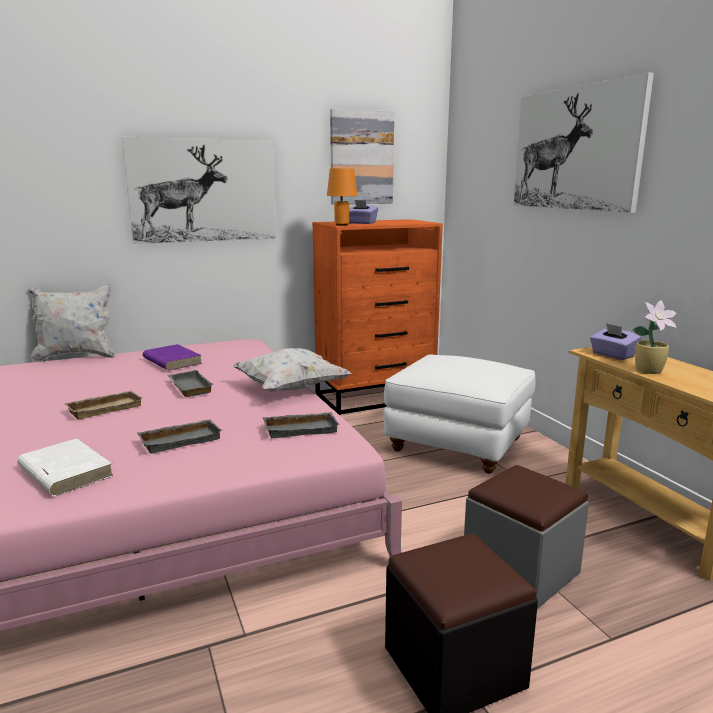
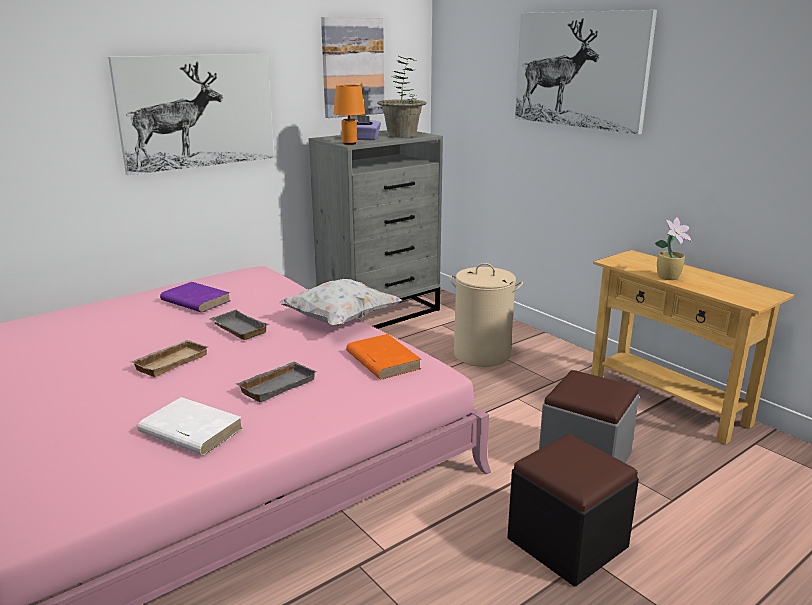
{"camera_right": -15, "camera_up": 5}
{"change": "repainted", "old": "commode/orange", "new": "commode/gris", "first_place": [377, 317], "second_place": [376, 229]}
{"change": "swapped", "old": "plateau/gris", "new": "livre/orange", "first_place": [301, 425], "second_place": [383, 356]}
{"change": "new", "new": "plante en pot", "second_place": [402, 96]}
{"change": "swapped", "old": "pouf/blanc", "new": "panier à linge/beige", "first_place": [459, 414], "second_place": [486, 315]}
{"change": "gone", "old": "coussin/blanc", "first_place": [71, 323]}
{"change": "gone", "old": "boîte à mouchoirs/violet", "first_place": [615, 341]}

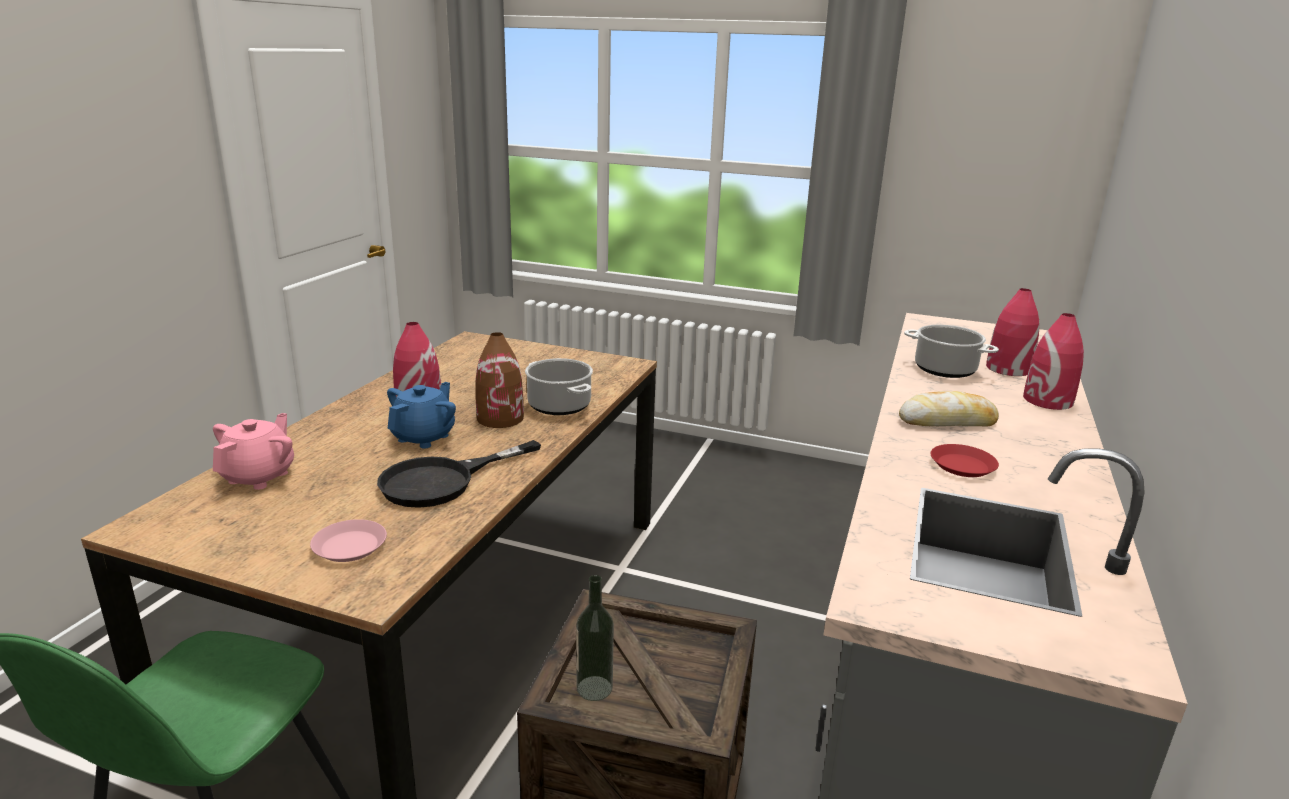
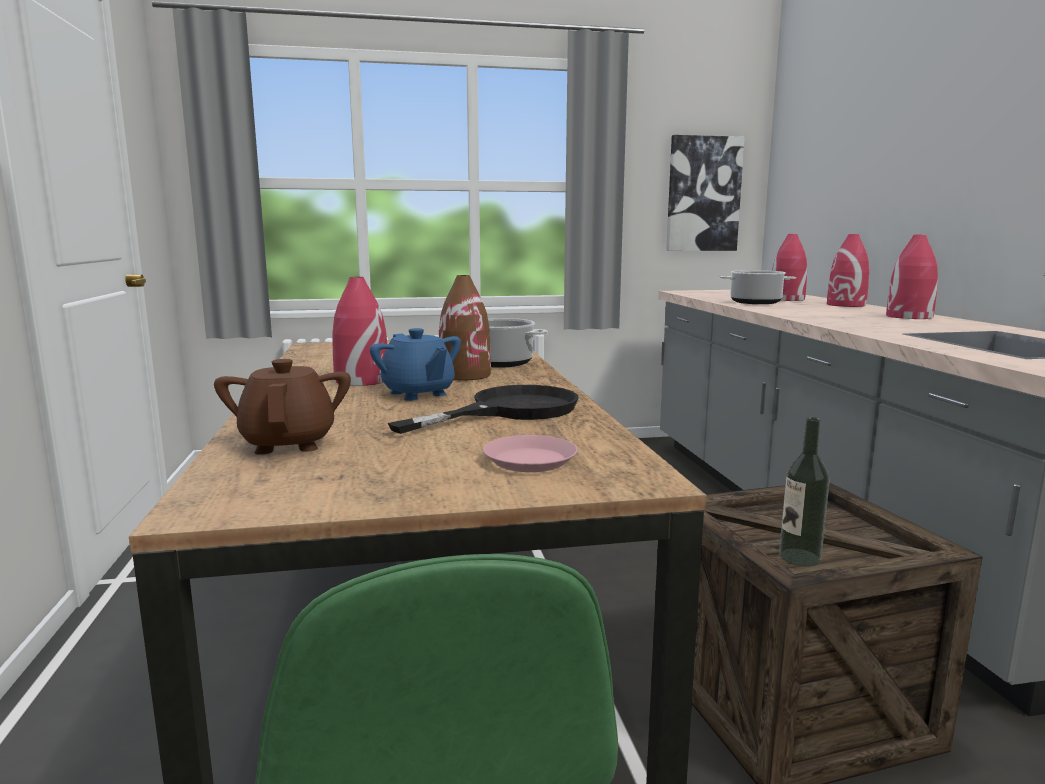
{"camera_right": -30, "camera_up": -10}
{"change": "repainted", "old": "théière/rose", "new": "théière/marron", "first_place": [253, 451], "second_place": [282, 407]}
{"change": "rotated", "old": "théière/bleu", "first_place": [421, 415], "second_place": [415, 364], "degrees": 150}
{"change": "rotated", "old": "poêle/noir", "first_place": [459, 474], "second_place": [483, 409], "degrees": -150}
{"change": "new", "new": "tableau", "second_place": [705, 193]}
{"change": "new", "new": "vase/rouge", "second_place": [912, 276]}
{"change": "gone", "old": "pain", "first_place": [949, 409]}
{"change": "gone", "old": "assiette/rouge", "first_place": [964, 460]}

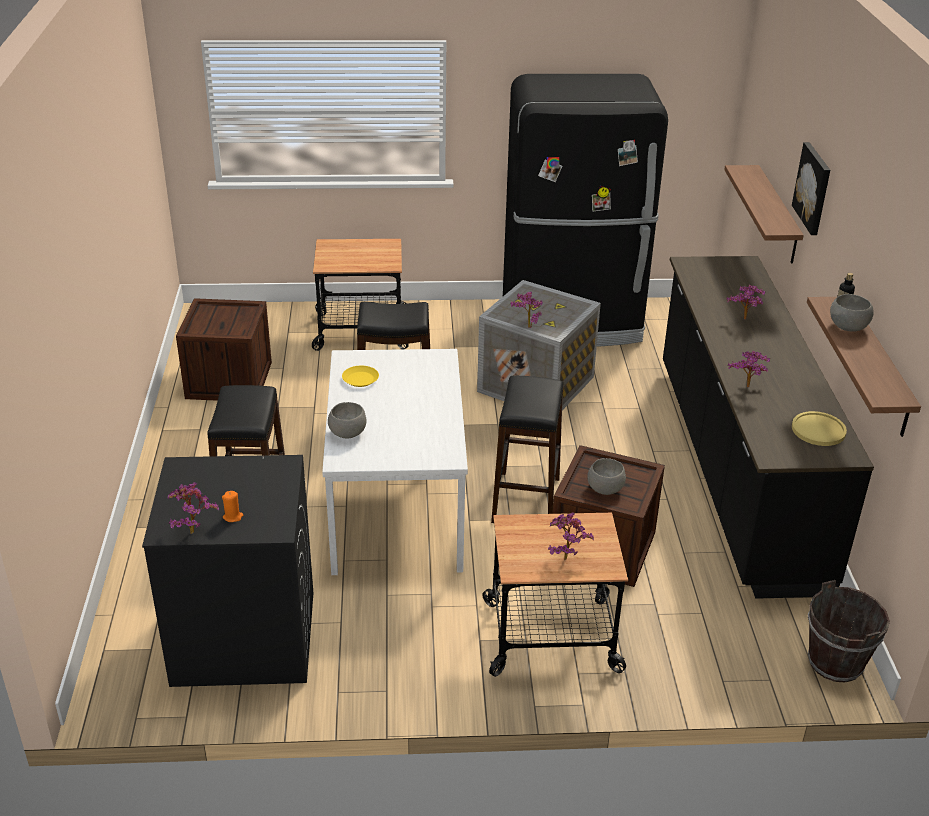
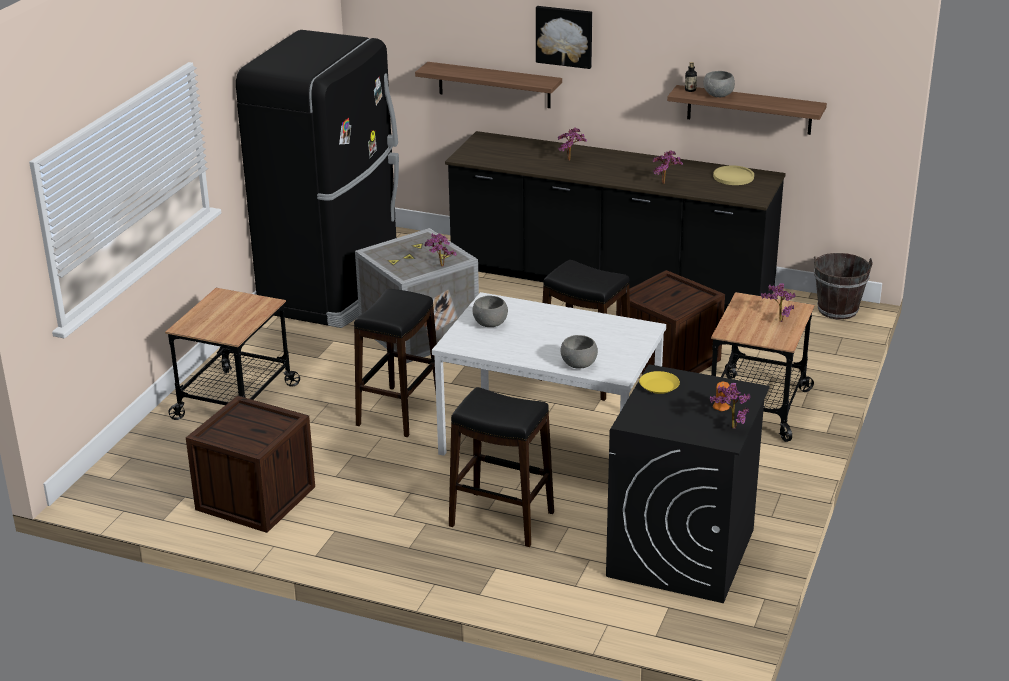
{"camera_right": -65, "camera_up": -5}
{"change": "shifted", "old": "bol/gris", "first_place": [606, 476], "second_place": [490, 311]}
{"change": "shifted", "old": "assiette/jaune", "first_place": [360, 376], "second_place": [659, 382]}

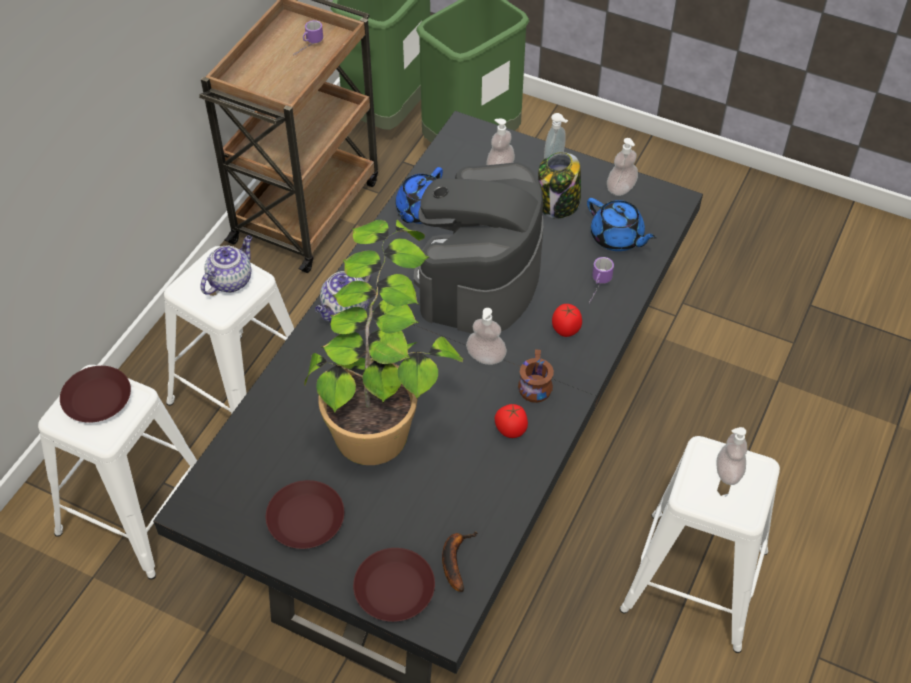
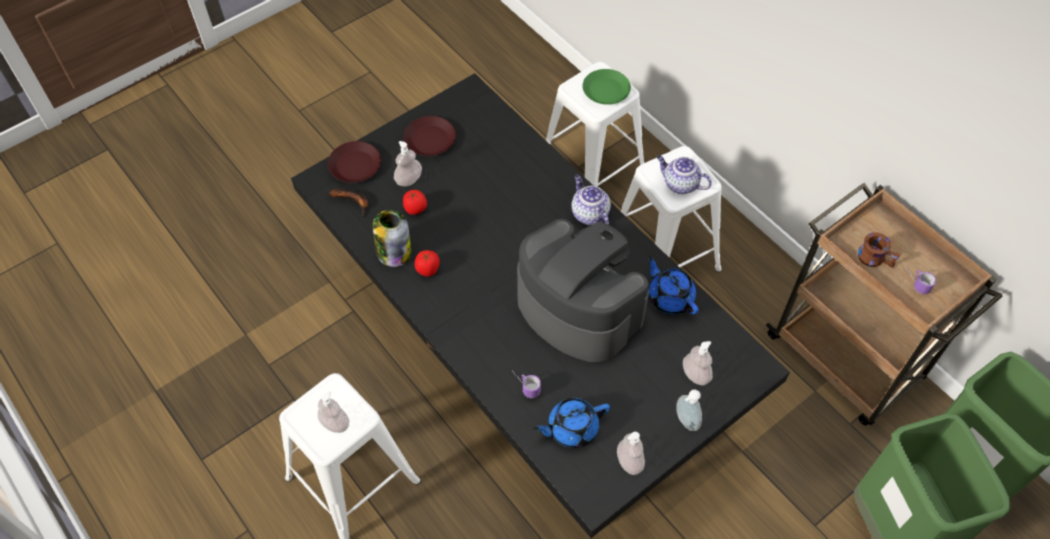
{"camera_right": 115, "camera_up": 5}
{"change": "shifted", "old": "bocal", "first_place": [559, 185], "second_place": [392, 238]}
{"change": "shifted", "old": "distributeur de savon", "first_place": [486, 336], "second_place": [408, 163]}
{"change": "shifted", "old": "tomate", "first_place": [567, 320], "second_place": [415, 202]}
{"change": "repainted", "old": "assiette/marron", "new": "assiette/vert", "first_place": [95, 394], "second_place": [606, 87]}
{"change": "rotated", "old": "théière", "first_place": [226, 265], "second_place": [684, 174], "degrees": 150}
{"change": "shifted", "old": "mug/marron", "first_place": [536, 376], "second_place": [879, 250]}
{"change": "gone", "old": "plante en pot", "first_place": [384, 342]}

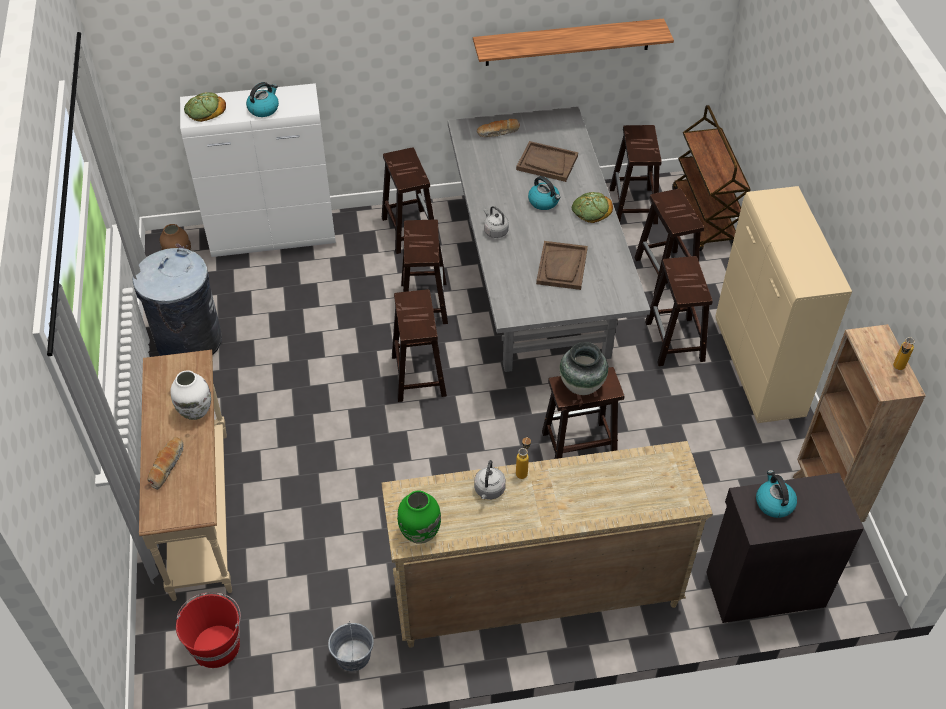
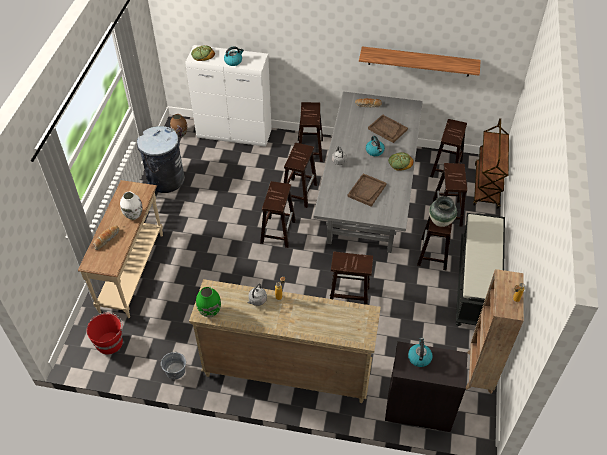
{"camera_right": 20, "camera_up": 0}
{"change": "shifted", "old": "vase", "first_place": [583, 368], "second_place": [443, 211]}
{"change": "swapped", "old": "meuble de rangement/beige", "new": "banc/noir", "first_place": [784, 304], "second_place": [480, 269]}

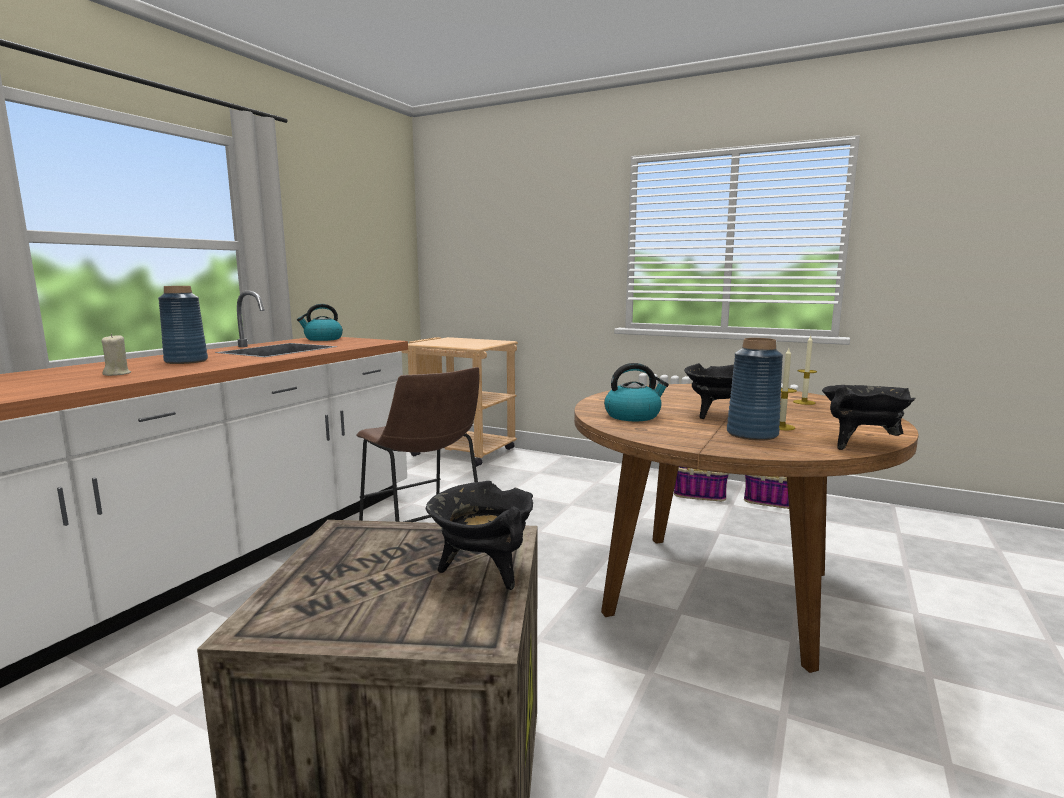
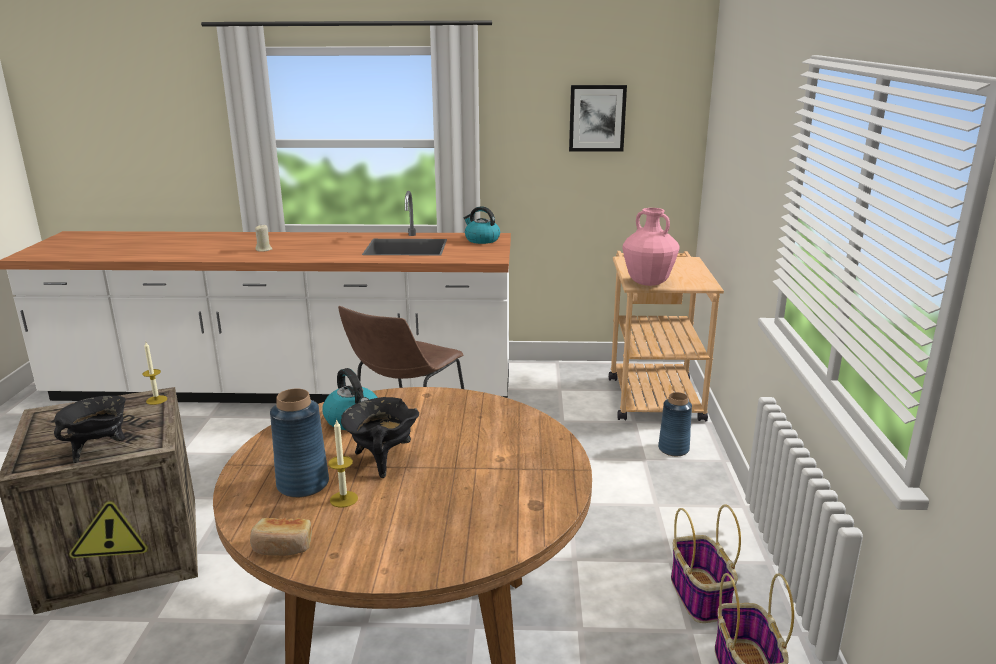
{"camera_right": 65, "camera_up": 10}
{"change": "shifted", "old": "bougie", "first_place": [805, 370], "second_place": [154, 373]}
{"change": "swapped", "old": "marmite/noir", "new": "pain", "first_place": [869, 417], "second_place": [281, 537]}
{"change": "new", "new": "tableau", "second_place": [598, 118]}
{"change": "new", "new": "vase/rose", "second_place": [651, 247]}
{"change": "shifted", "old": "vase/bleu", "first_place": [183, 325], "second_place": [675, 424]}

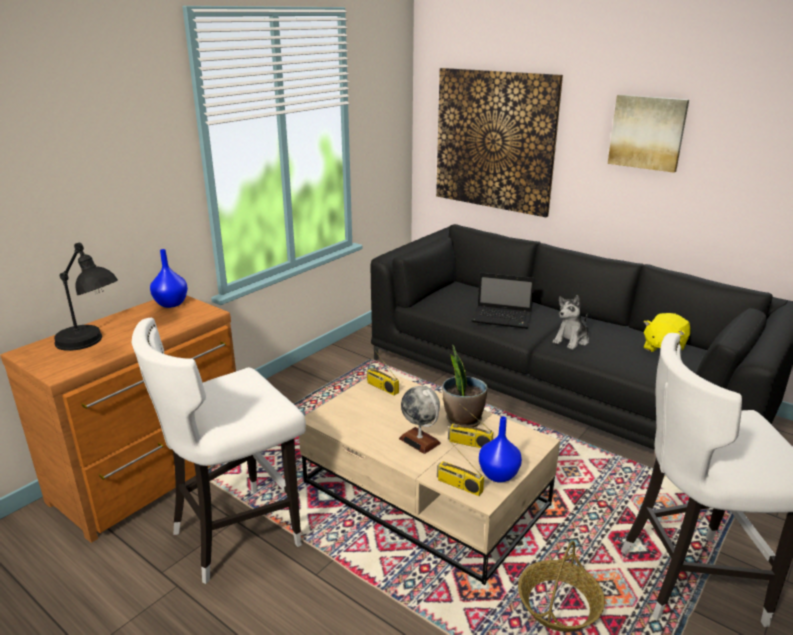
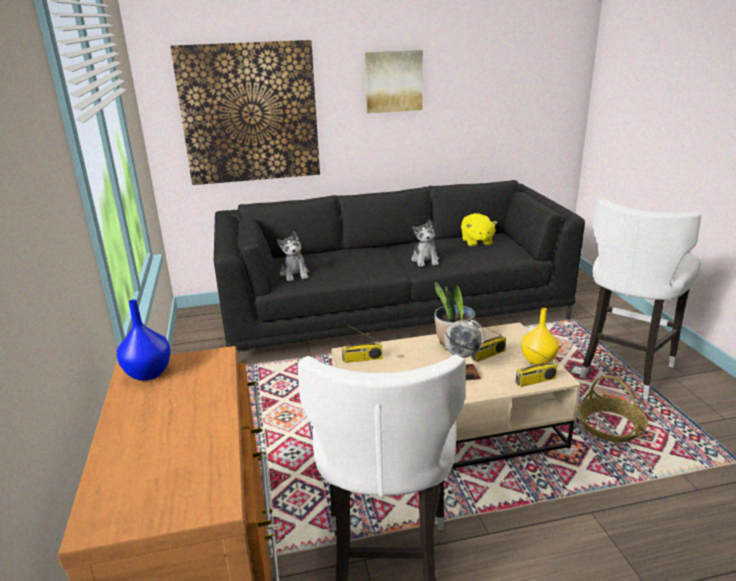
{"camera_right": -50, "camera_up": 0}
{"change": "new", "new": "peluche", "second_place": [293, 256]}
{"change": "repainted", "old": "vase/bleu", "new": "vase/jaune", "first_place": [500, 449], "second_place": [540, 336]}
{"change": "gone", "old": "lampe de table/noir", "first_place": [86, 296]}
{"change": "gone", "old": "ordinateur portable", "first_place": [503, 300]}

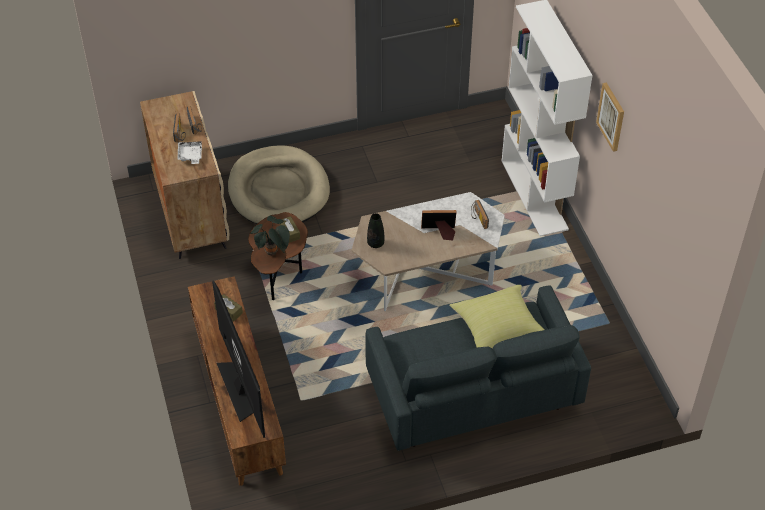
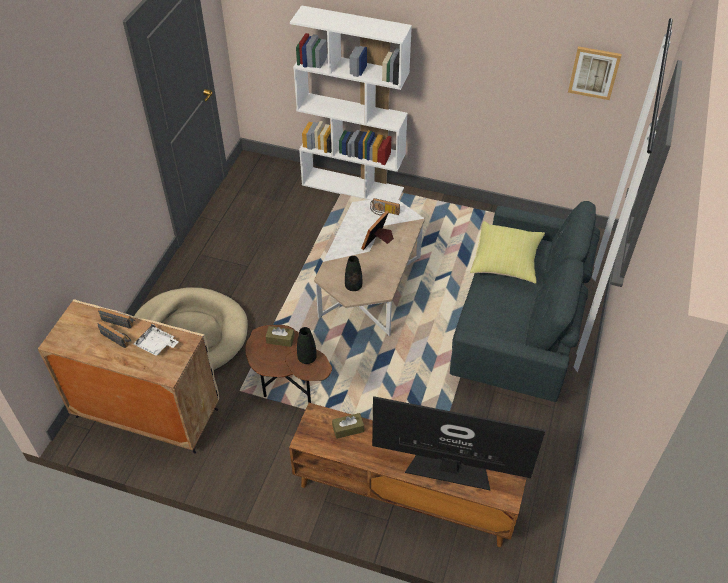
{"camera_right": -55, "camera_up": 0}
{"change": "swapped", "old": "plante en pot", "new": "vase/noir", "first_place": [270, 236], "second_place": [307, 345]}
{"change": "shifted", "old": "tableau", "first_place": [610, 117], "second_place": [595, 73]}

